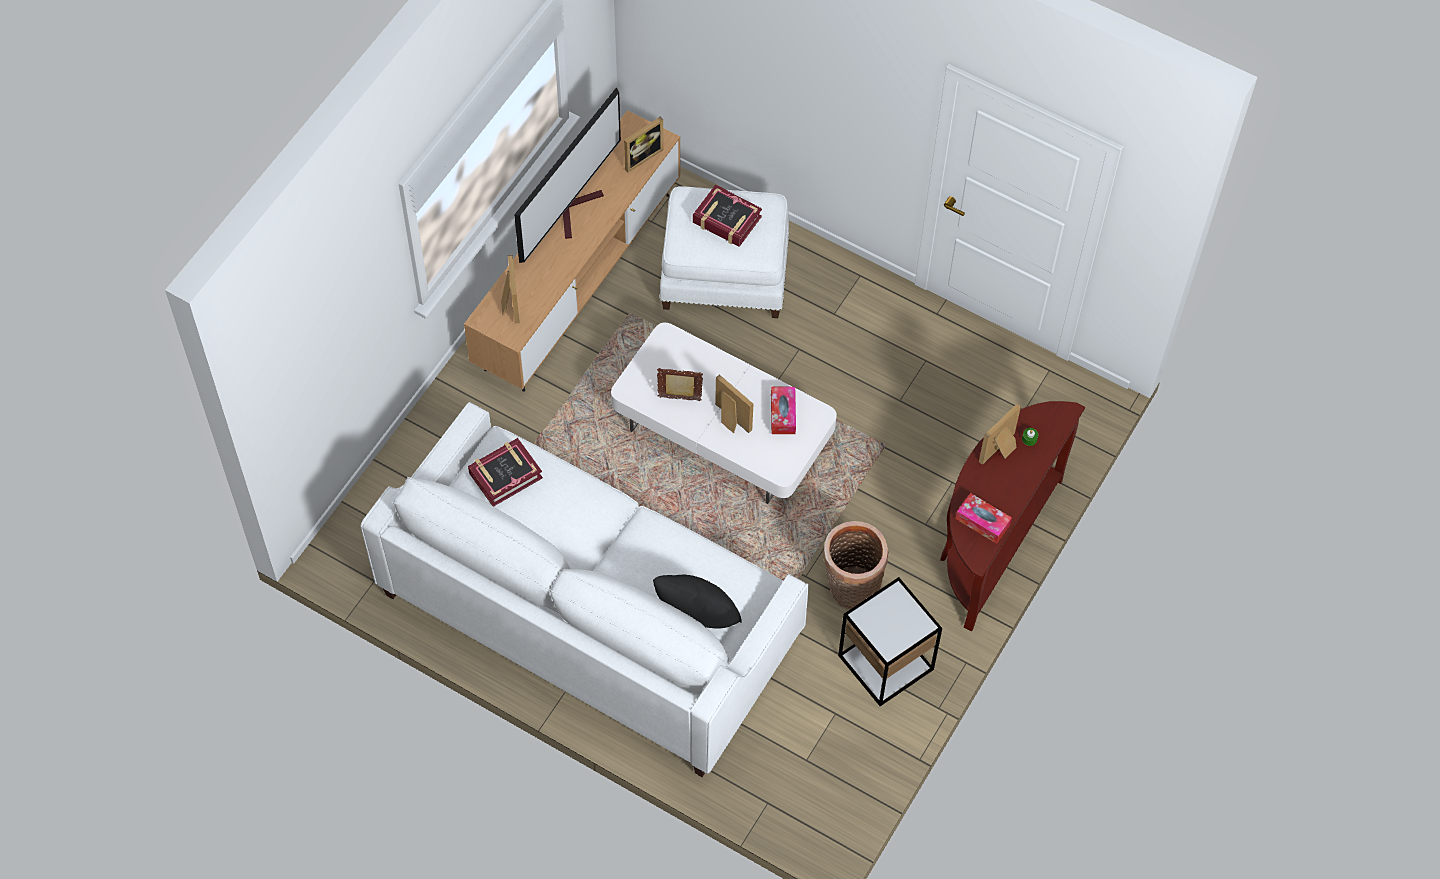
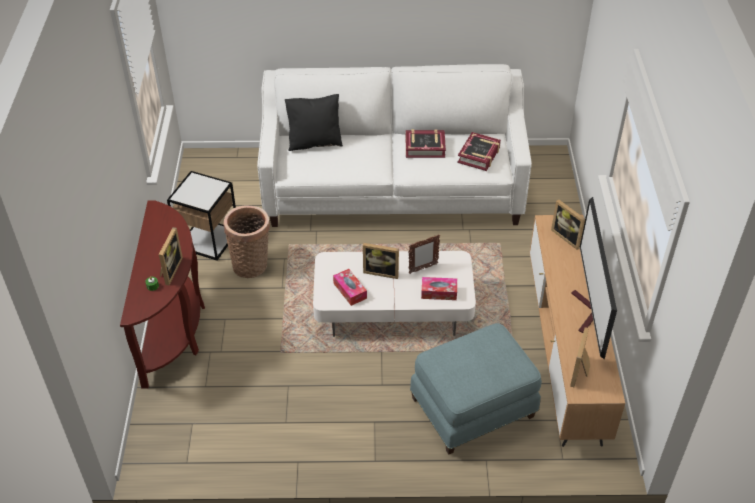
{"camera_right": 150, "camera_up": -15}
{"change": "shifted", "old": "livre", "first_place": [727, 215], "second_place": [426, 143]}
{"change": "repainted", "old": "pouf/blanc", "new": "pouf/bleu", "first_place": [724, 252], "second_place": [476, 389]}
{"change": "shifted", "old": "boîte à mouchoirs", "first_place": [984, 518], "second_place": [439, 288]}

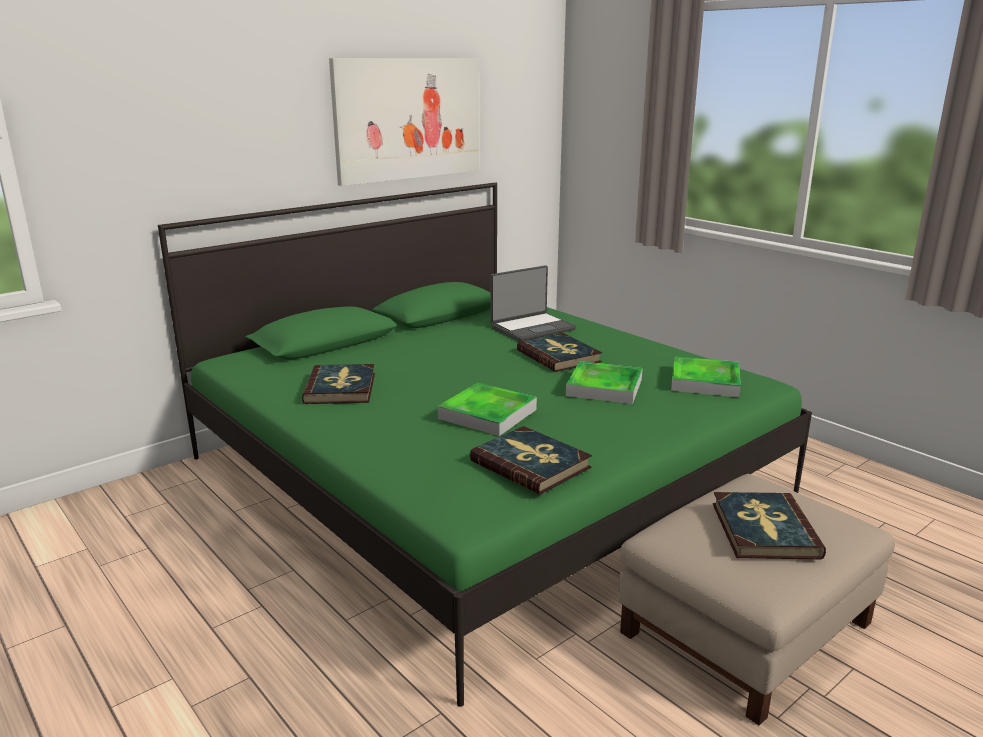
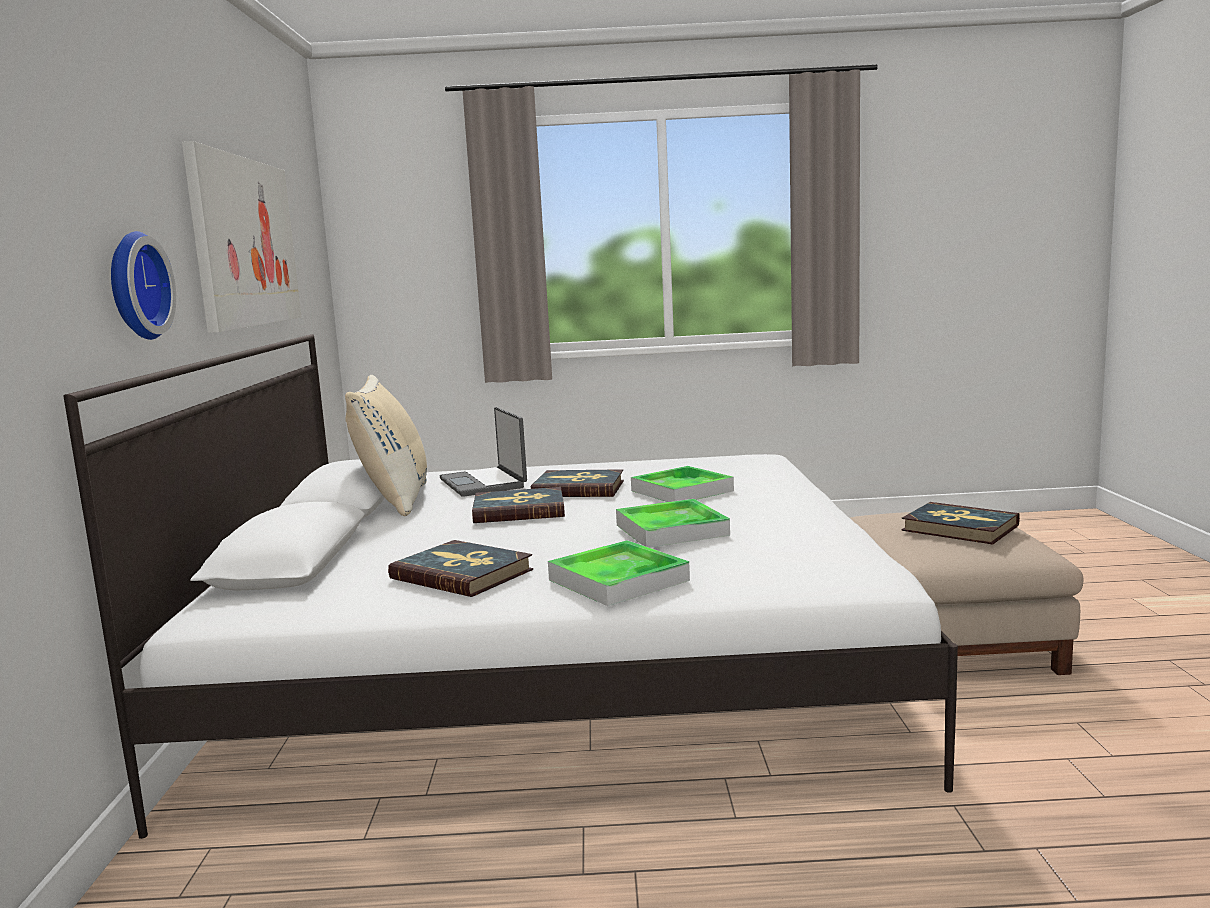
{"camera_right": -50, "camera_up": -10}
{"change": "repainted", "old": "lit/vert", "new": "lit/blanc", "first_place": [485, 444], "second_place": [511, 586]}
{"change": "new", "new": "horloge murale", "second_place": [143, 285]}
{"change": "new", "new": "coussin/beige", "second_place": [386, 445]}
{"change": "rotated", "old": "ordinateur portable", "first_place": [533, 303], "second_place": [483, 452], "degrees": 150}
{"change": "shifted", "old": "livre", "first_place": [531, 460], "second_place": [518, 505]}
{"change": "shifted", "old": "plateau", "first_place": [706, 376], "second_place": [619, 573]}

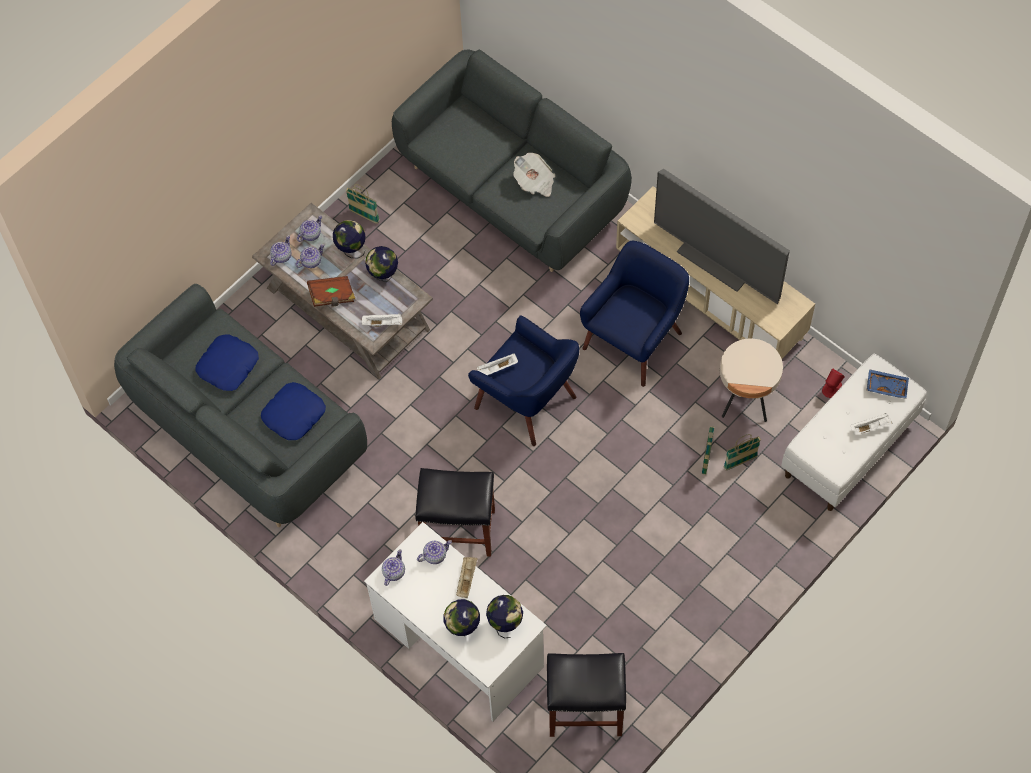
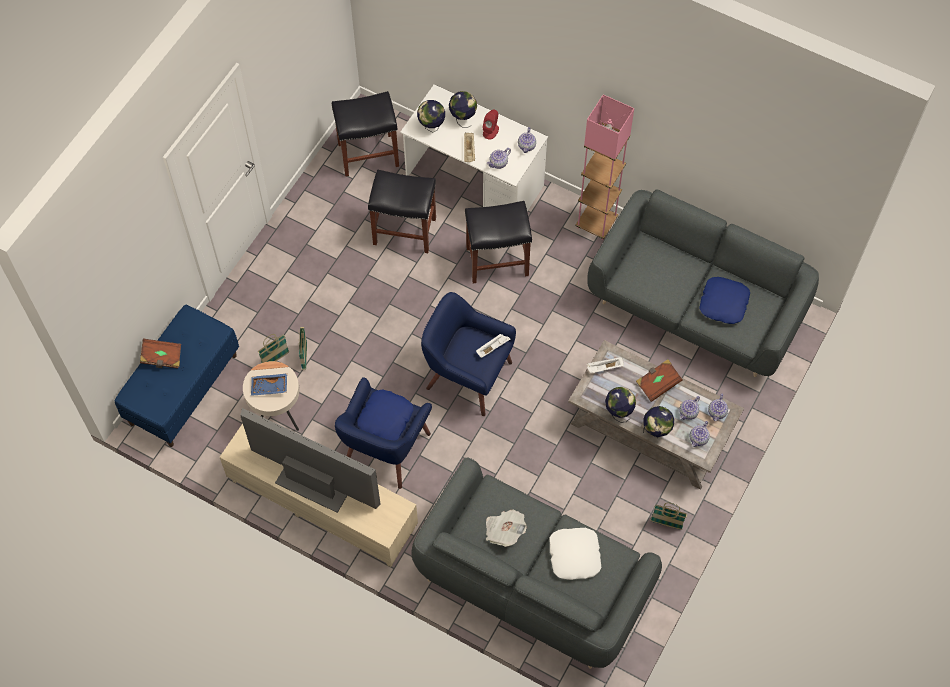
{"camera_right": 165, "camera_up": 0}
{"change": "repainted", "old": "banc/blanc", "new": "banc/bleu", "first_place": [854, 432], "second_place": [177, 376]}
{"change": "swapped", "old": "plateau/blanc", "new": "livre/marron", "first_place": [871, 424], "second_place": [160, 353]}
{"change": "shifted", "old": "plateau/bleu", "first_place": [888, 384], "second_place": [269, 384]}
{"change": "shifted", "old": "coussin/bleu", "first_place": [293, 411], "second_place": [385, 414]}
{"change": "new", "new": "tabouret/noir", "second_place": [402, 211]}
{"change": "shifted", "old": "enceinte/rouge", "first_place": [833, 383], "second_place": [490, 125]}
{"change": "new", "new": "coussin/blanc", "second_place": [575, 554]}
{"change": "new", "new": "lampadaire/rose", "second_place": [604, 167]}

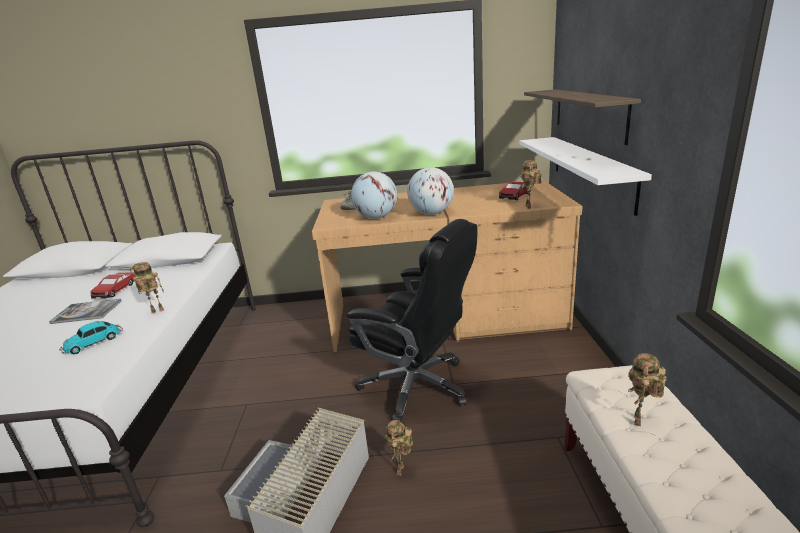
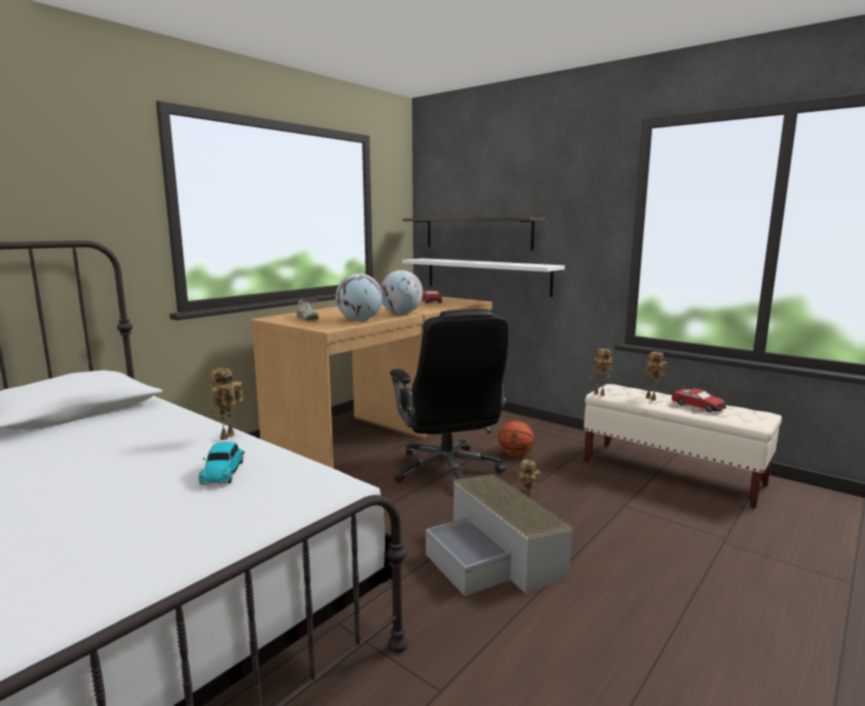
{"camera_right": -50, "camera_up": -10}
{"change": "rotated", "old": "chaise de bureau/noir", "first_place": [412, 320], "second_place": [449, 396], "degrees": 90}
{"change": "new", "new": "ballon de basket", "second_place": [516, 439]}
{"change": "shifted", "old": "robot jouet", "first_place": [531, 184], "second_place": [601, 372]}
{"change": "shifted", "old": "petite voiture", "first_place": [113, 286], "second_place": [699, 400]}
{"change": "gone", "old": "livre", "first_place": [85, 311]}

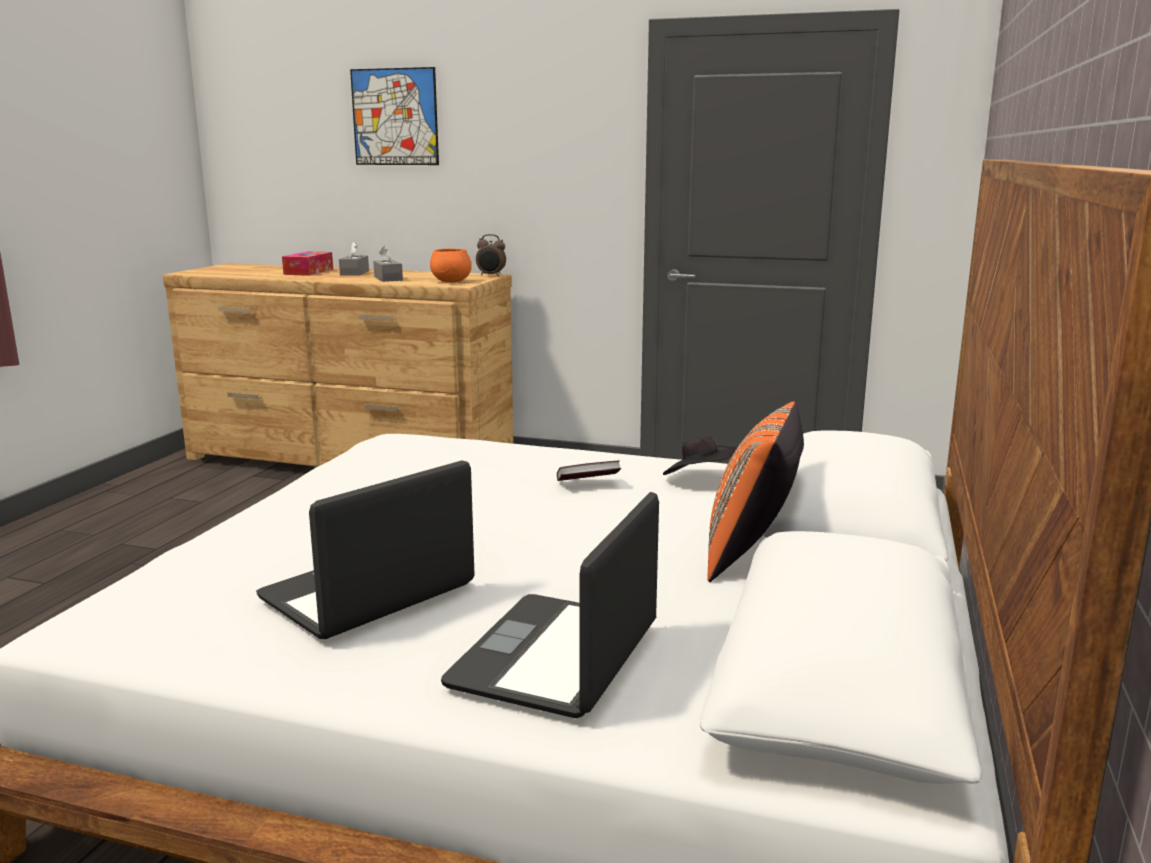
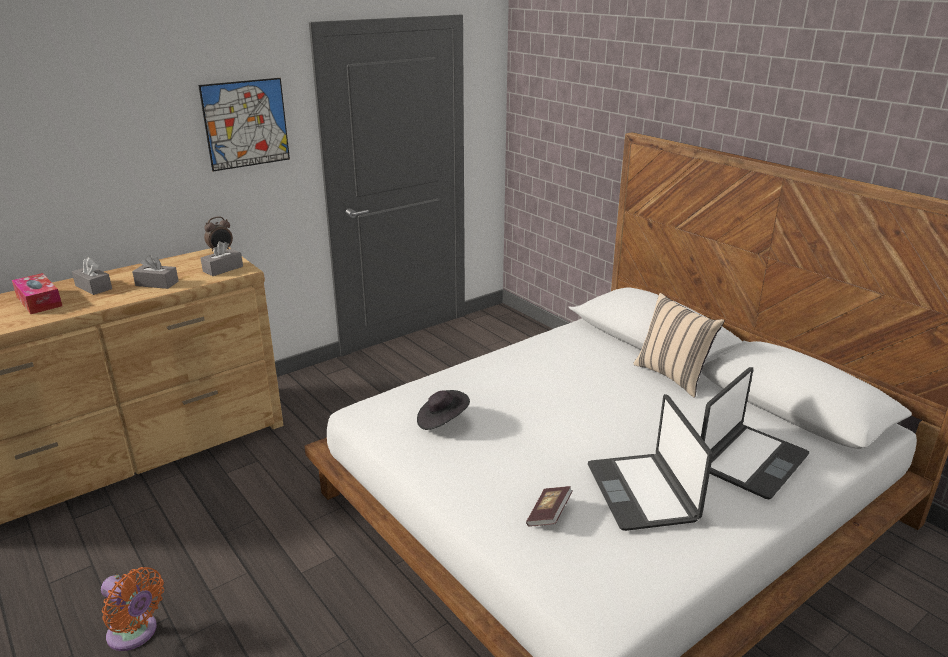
{"camera_right": -55, "camera_up": 10}
{"change": "new", "new": "ventilateur/orange", "second_place": [132, 609]}
{"change": "shifted", "old": "tableau", "first_place": [394, 116], "second_place": [244, 124]}
{"change": "swapped", "old": "bol/orange", "new": "boîte à mouchoirs/gris", "first_place": [451, 266], "second_place": [222, 258]}
{"change": "shifted", "old": "chapeau/noir", "first_place": [699, 455], "second_place": [443, 410]}
{"change": "shifted", "old": "livre", "first_place": [589, 471], "second_place": [549, 506]}
{"change": "repainted", "old": "coussin/orange", "new": "coussin/beige", "first_place": [756, 492], "second_place": [679, 345]}
{"change": "rotated", "old": "ordinateur portable", "first_place": [550, 605], "second_place": [755, 433], "degrees": -105}

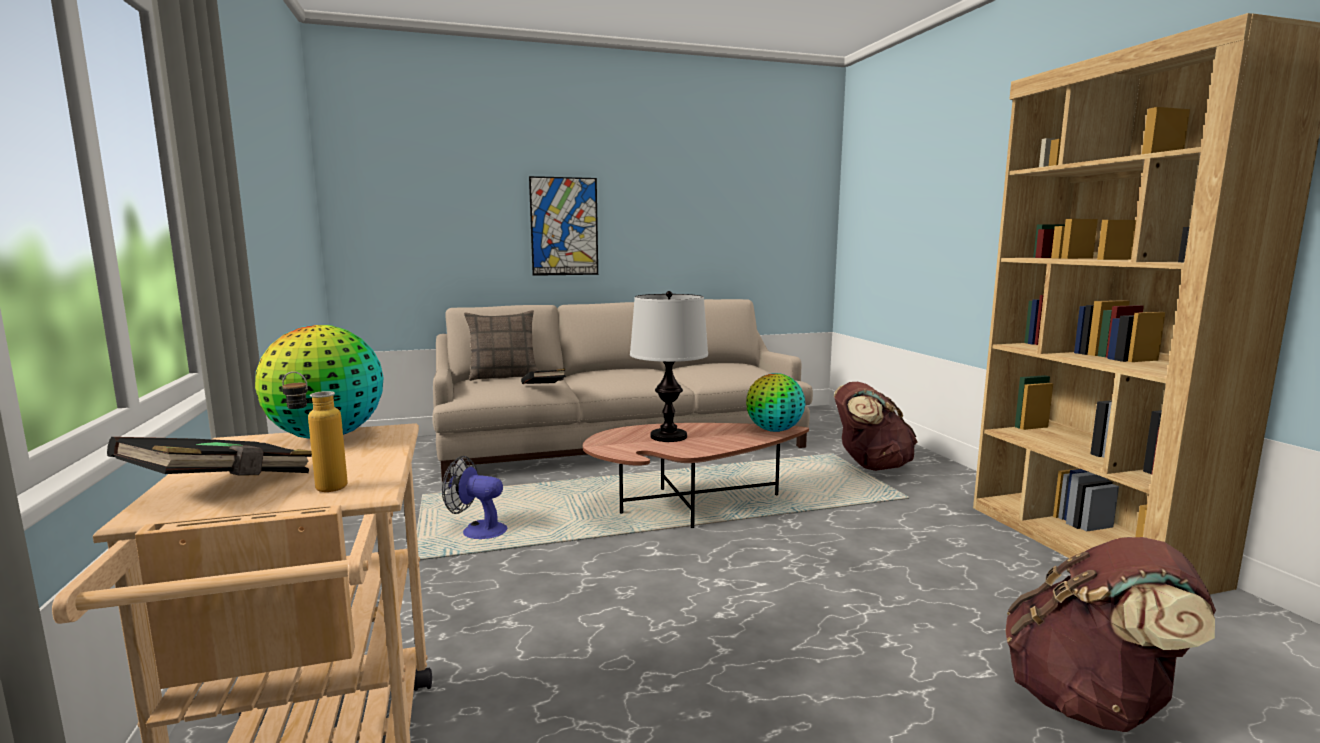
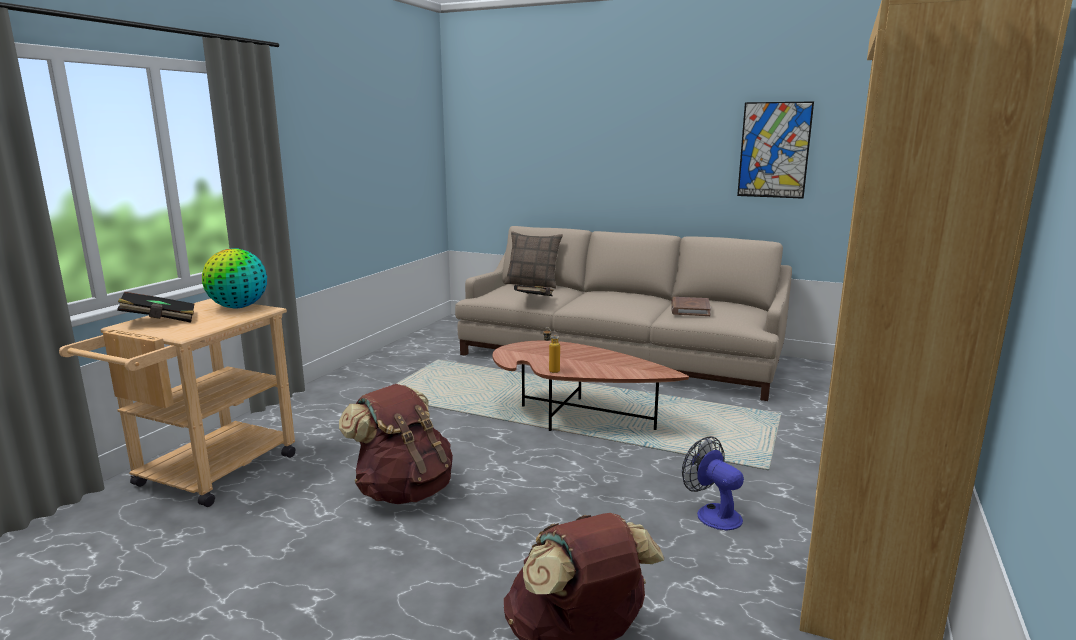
{"camera_right": 40, "camera_up": 5}
{"change": "shifted", "old": "sac à dos/marron", "first_place": [876, 426], "second_place": [396, 444]}
{"change": "shifted", "old": "bouteille", "first_place": [315, 431], "second_place": [551, 350]}
{"change": "new", "new": "livre/marron", "second_place": [691, 306]}
{"change": "shifted", "old": "ventilateur", "first_place": [474, 497], "second_place": [713, 483]}
{"change": "shifted", "old": "tableau", "first_place": [563, 226], "second_place": [775, 150]}
{"change": "gone", "old": "lampe de table", "first_place": [669, 366]}
{"change": "gone", "old": "globe", "first_place": [775, 402]}

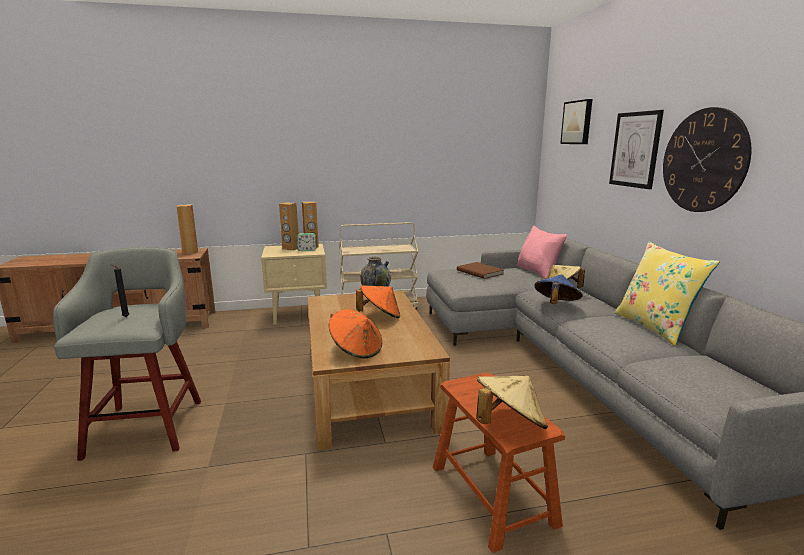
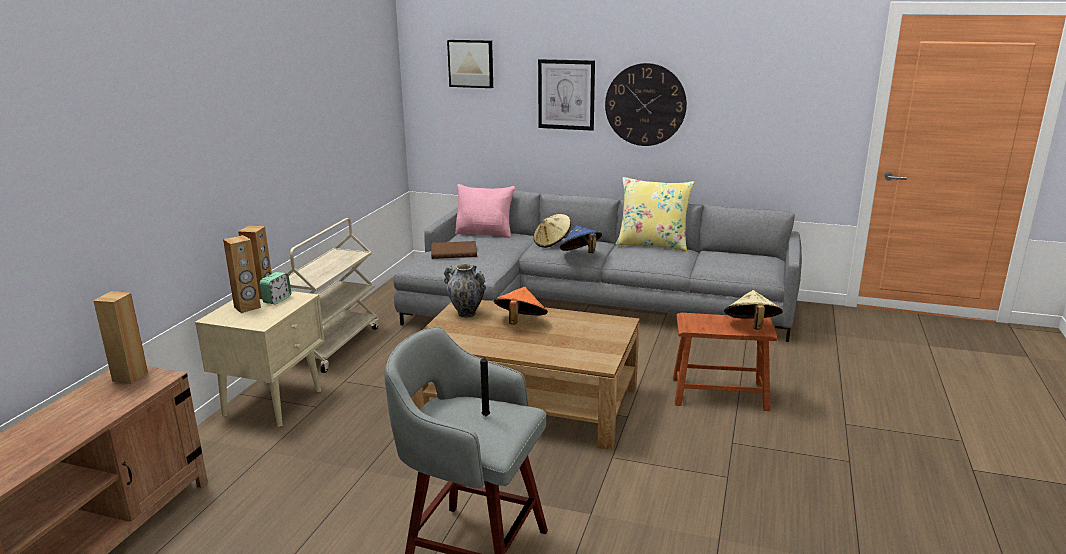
{"camera_right": -60, "camera_up": 5}
{"change": "gone", "old": "chapeau/orange", "first_place": [355, 334]}

